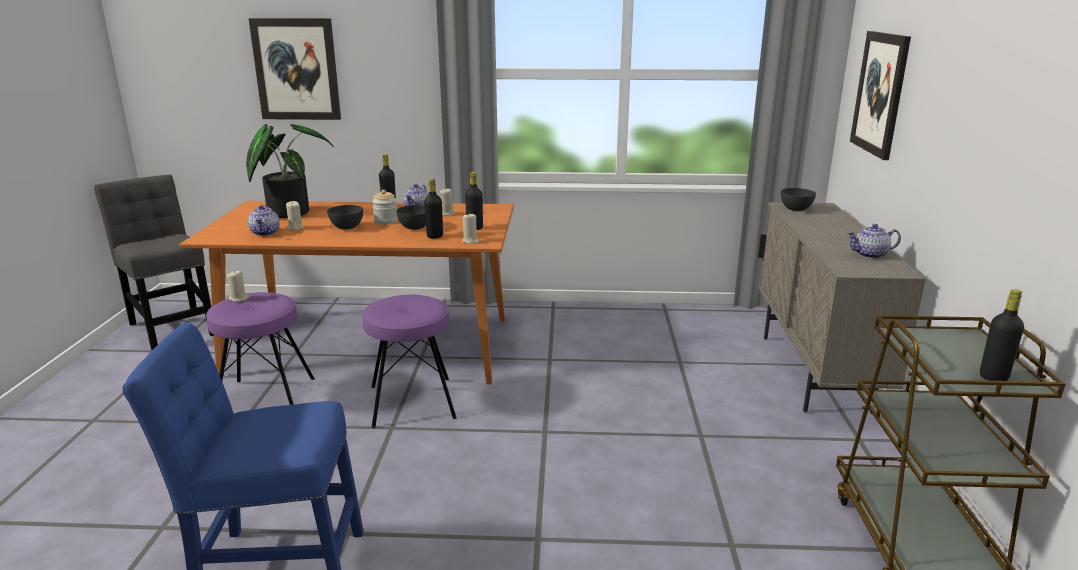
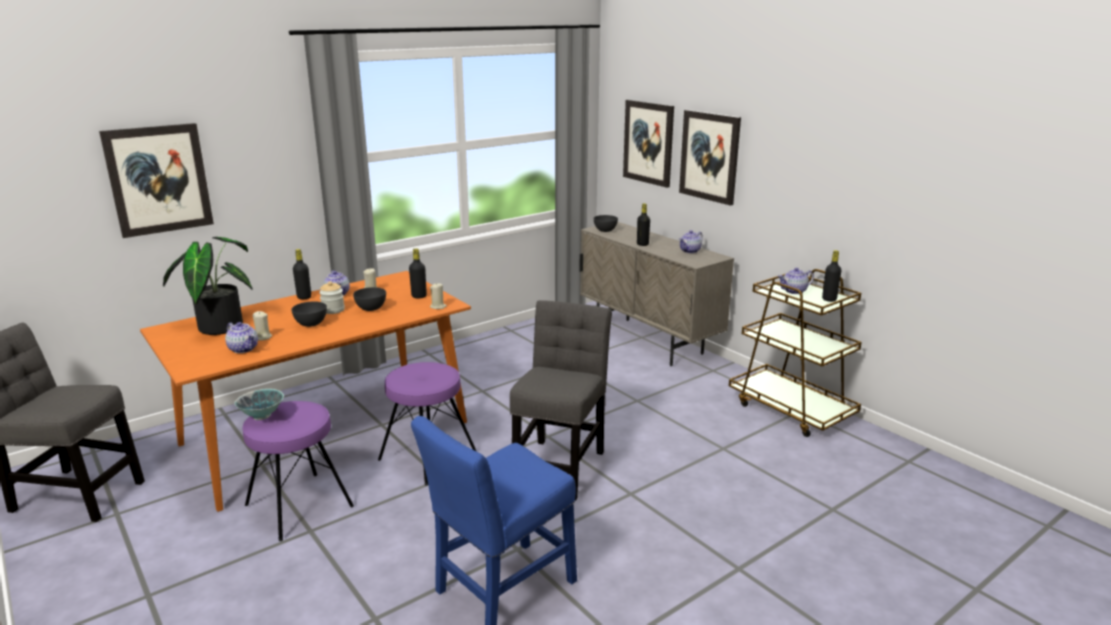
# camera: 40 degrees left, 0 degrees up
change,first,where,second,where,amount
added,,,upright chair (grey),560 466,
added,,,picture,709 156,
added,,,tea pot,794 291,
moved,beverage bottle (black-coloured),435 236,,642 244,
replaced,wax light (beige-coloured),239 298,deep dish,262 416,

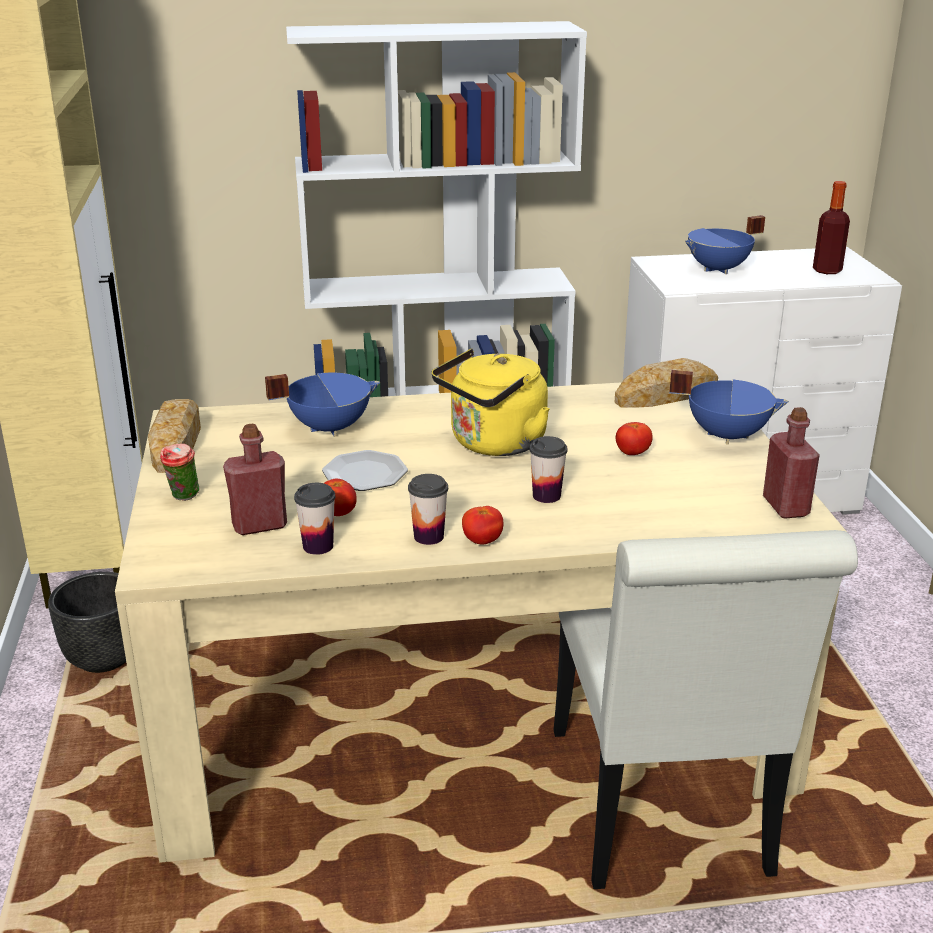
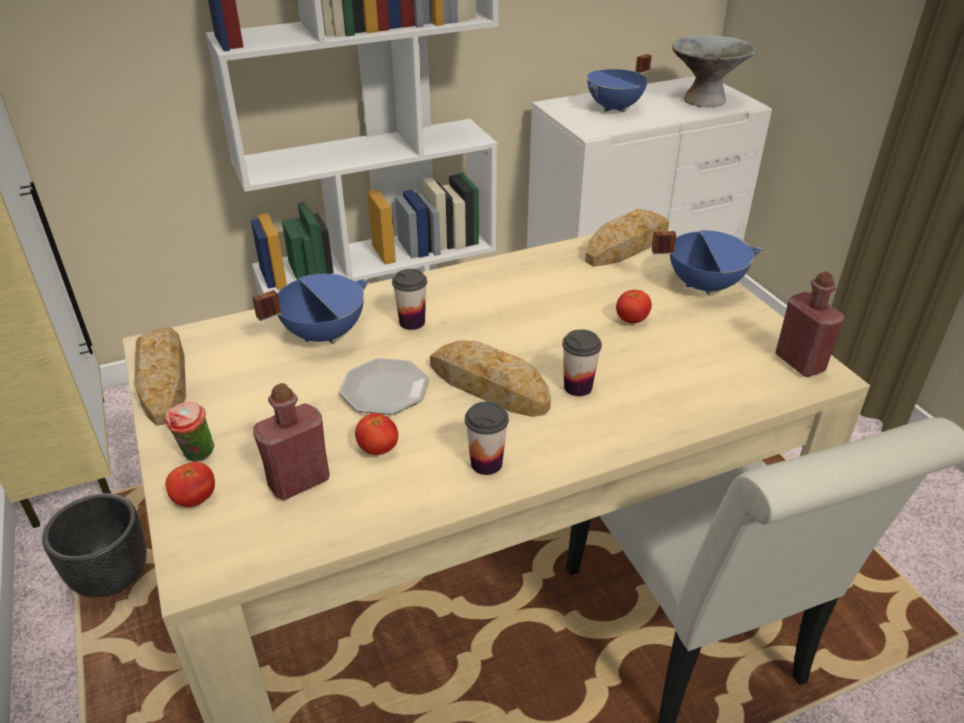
# camera: 15 degrees left, 10 degrees up
change,first,where,second,where,amount
removed,tea kettle (yellow-coloured),494 444,,,
added,,,bakery bread,489 386,
moved,small cup,318 546,,412 322,
moved,tomato,482 541,,195 499,
replaced,beverage bottle,827 270,deep dish (grey),704 100,

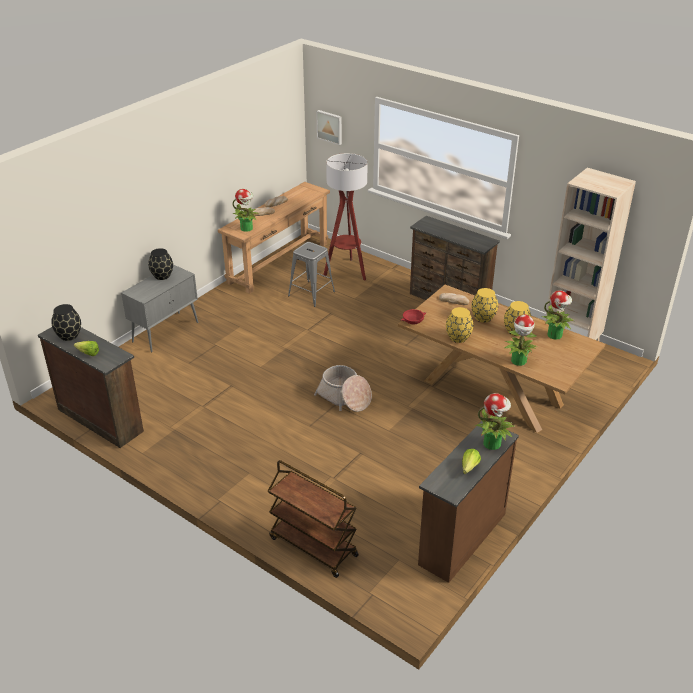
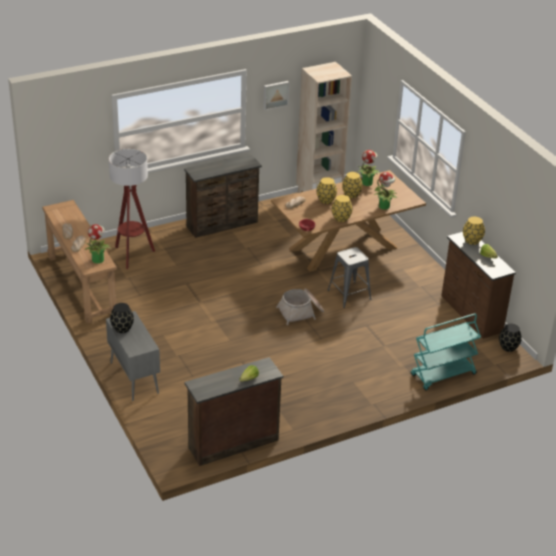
# camera: 65 degrees left, 0 degrees up
change,first,where,second,where,amount
moved,decorative vase (black-coloured),69 336,,508 347,
moved,stool seat (grey),311 294,,349 294,
moved,picture,330 127,,275 94,
replaced,potted plant,492 443,decorative vase (yellow-coloured),471 241,
recoloured,cart (brown-coloured),312 546,cart (blue-green),443 375,

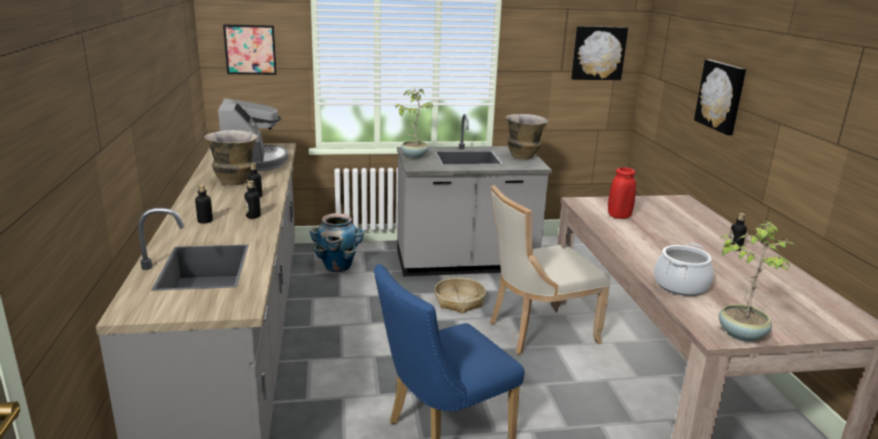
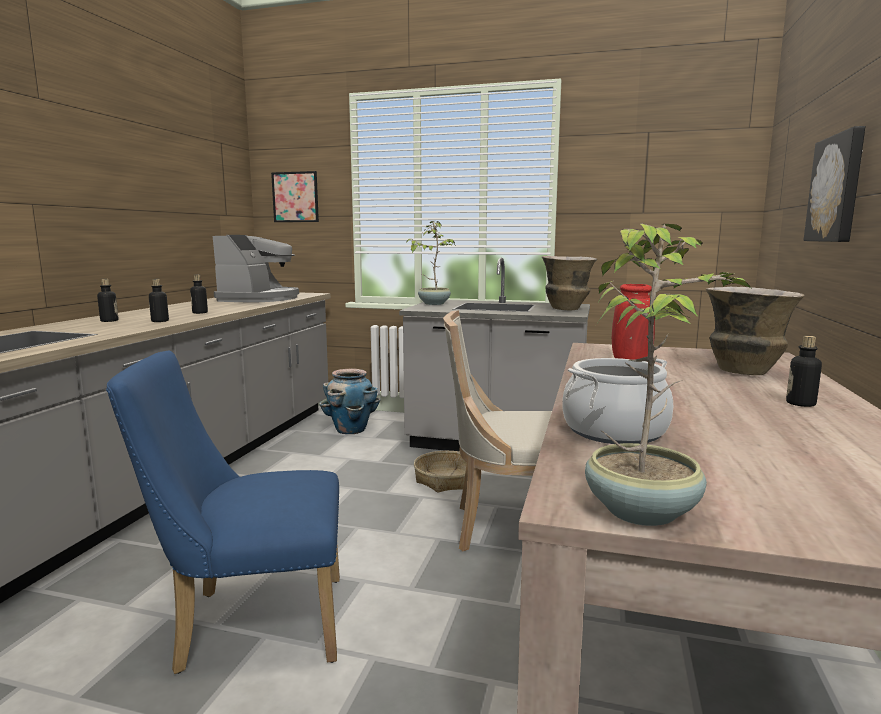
# camera: 25 degrees right, 10 degrees down
change,first,where,second,where,amount
removed,picture,598 53,,,
moved,decorative vase,235 182,,744 371,

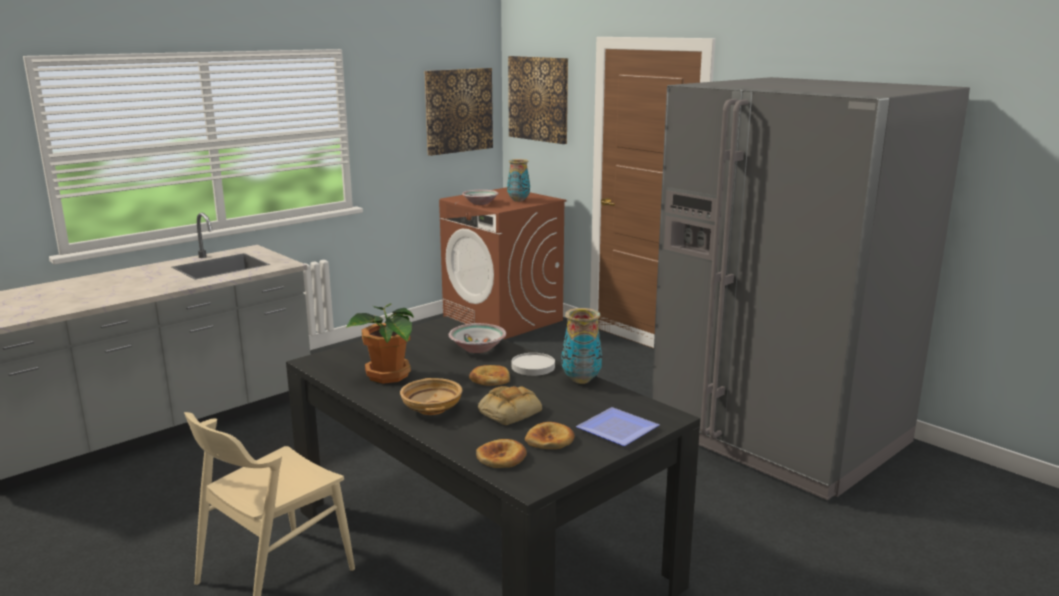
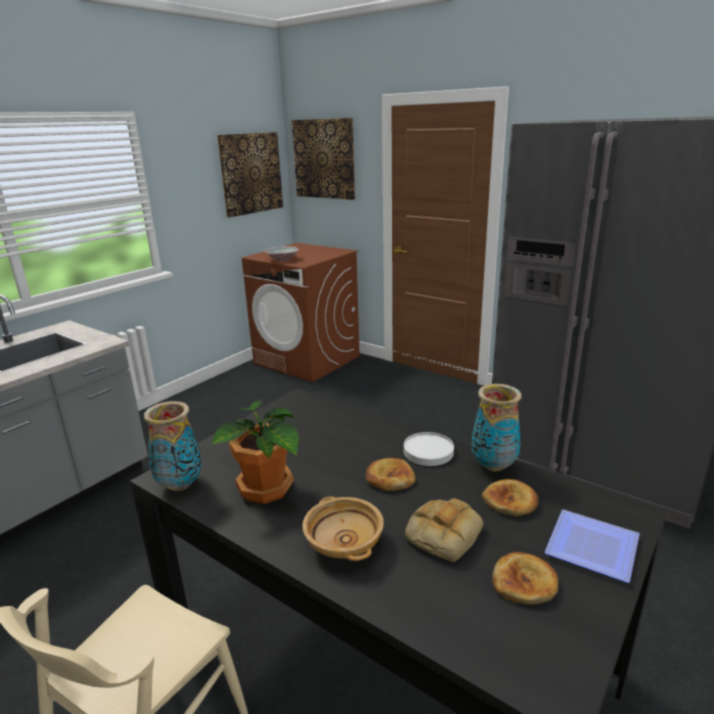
# camera: 10 degrees left, 5 degrees up
change,first,where,second,where,amount
removed,deep dish,477 348,,,
moved,bakery bread,501 458,,510 501,
moved,decorative vase,518 200,,180 485,

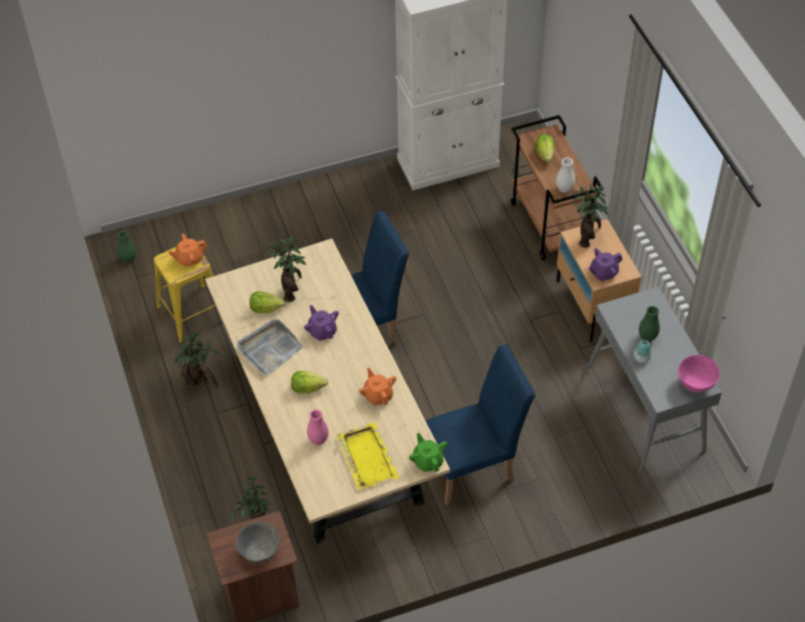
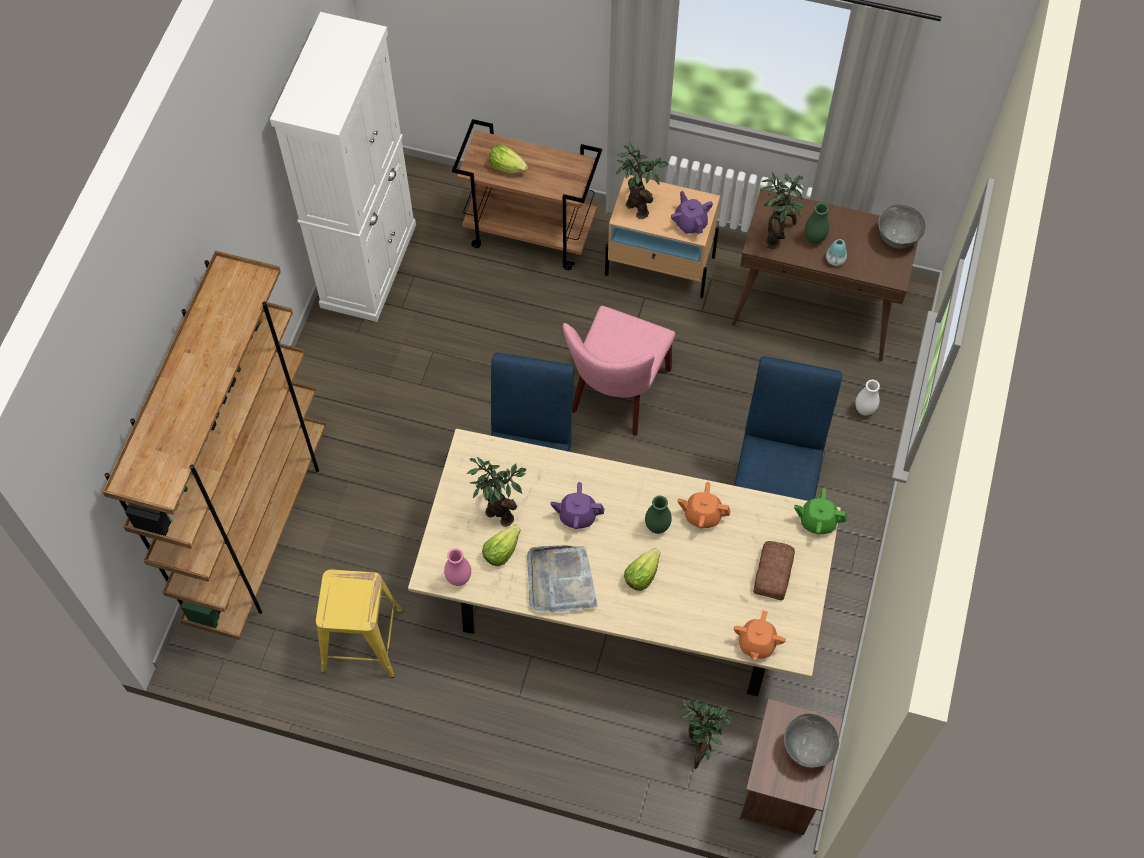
# camera: 55 degrees left, 10 degrees up
change,first,where,second,where,amount
added,,,shelving unit (brown-coloured),259 531,
added,,,upright chair (pink),617 395,
moved,decorative vase (green-coloured),128 259,,657 526,
moved,tea pot (orange-coloured),189 259,,756 643,
moved,potted plant,199 383,,777 236,
moved,decorative vase (pink),318 440,,459 578,
moved,decorative vase (white-coloured),564 189,,864 410,
replaced,tray (yellow-coloured),367 457,bakery bread,772 573,
recoloured,console table (grey),645 411,console table (brown-coloured),816 309,
recoloured,deep dish (pink),695 384,deep dish (grey),897 238,
turned,tea pot (purple-coloured),603 273,,690 223,150 degrees clockwise

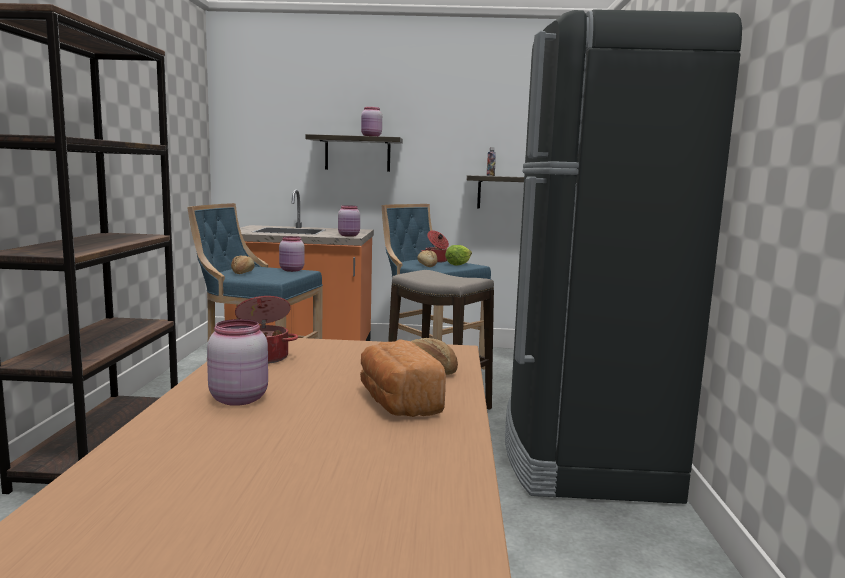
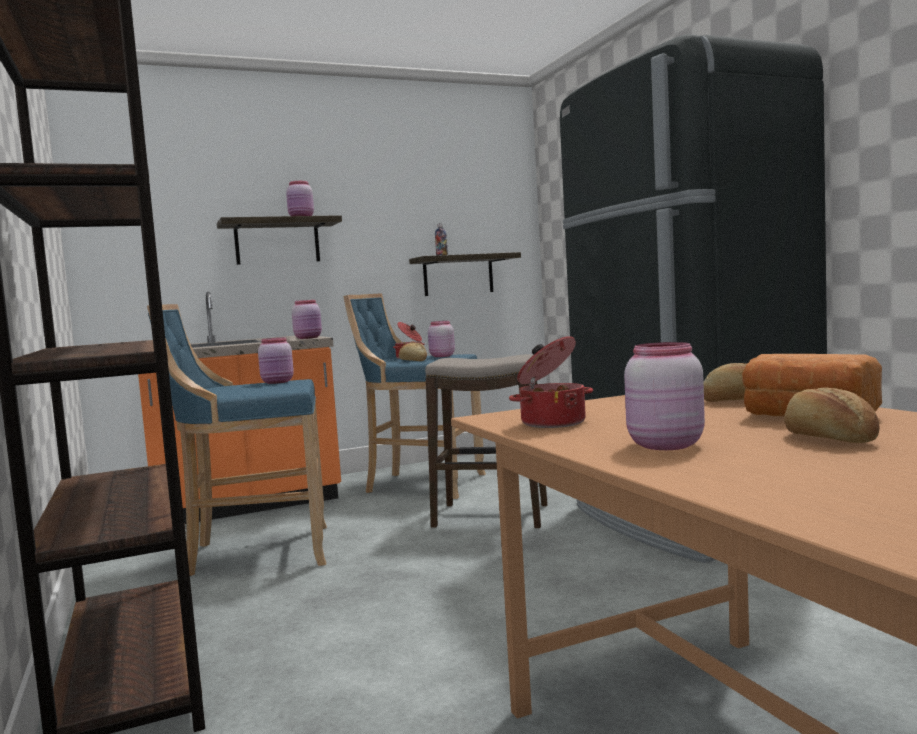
# camera: 25 degrees left, 5 degrees down
change,first,where,second,where,amount
moved,bakery bread,242 273,,828 439,
replaced,head of lettuce,458 264,jar (pink),441 356,

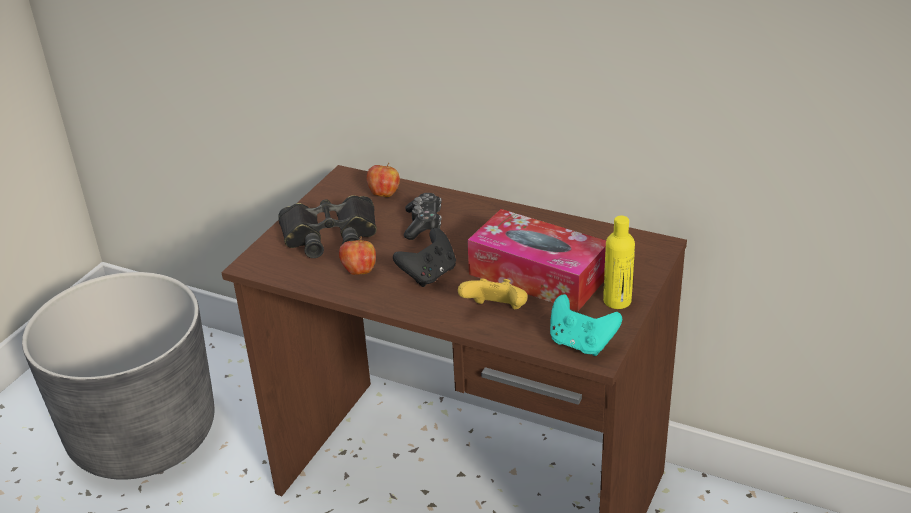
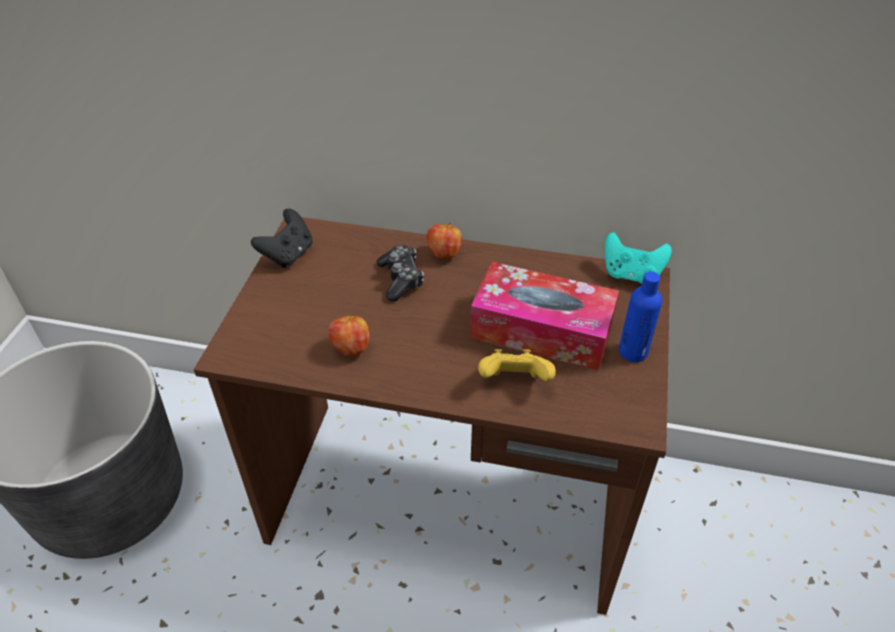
# camera: 15 degrees left, 10 degrees up
change,first,where,second,where,amount
removed,pair of binoculars (black-coloured),330 235,,,
moved,apple fruit,384 194,,444 254,
moved,game controller (black-coloured),429 275,,288 254,
moved,game controller (blue-green),581 343,,631 275,
recoloured,beverage bottle (yellow-coloured),617 301,beverage bottle (bluish),633 352,

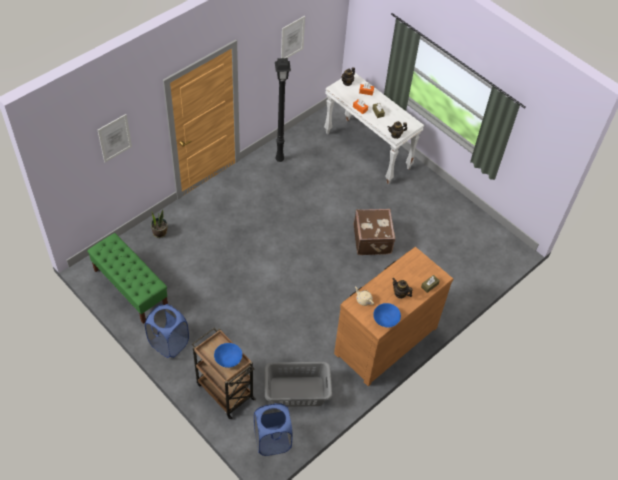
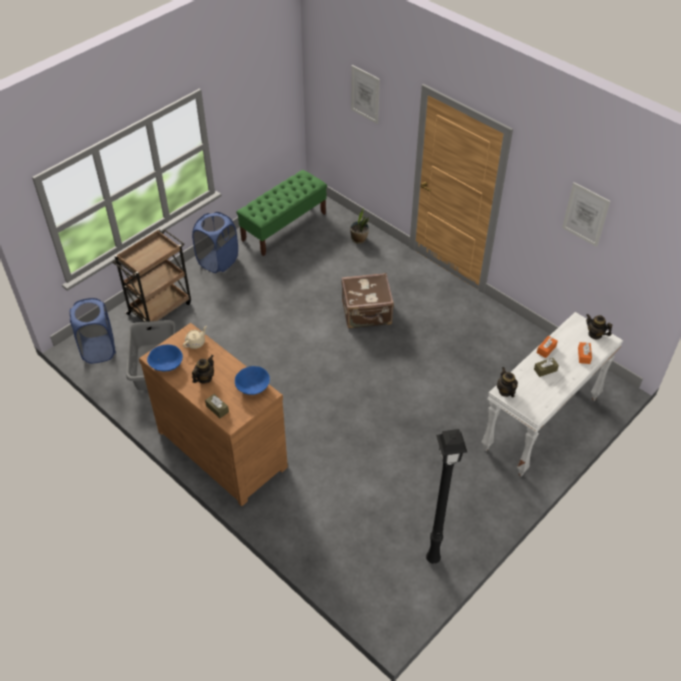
# camera: 90 degrees right, 5 degrees down
change,first,where,second,where,amount
moved,deep dish (bluish),228 359,,253 387,
moved,standing lamp (black-coloured),279 159,,433 557,
moved,piece of luggage (brown-coloured),373 240,,367 313,

